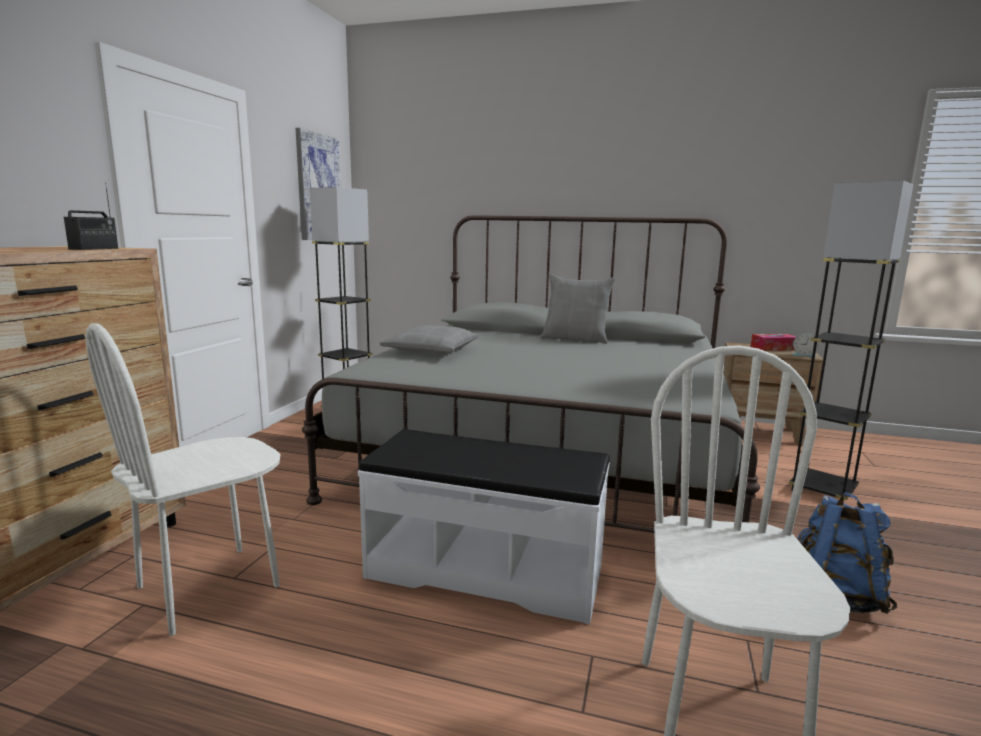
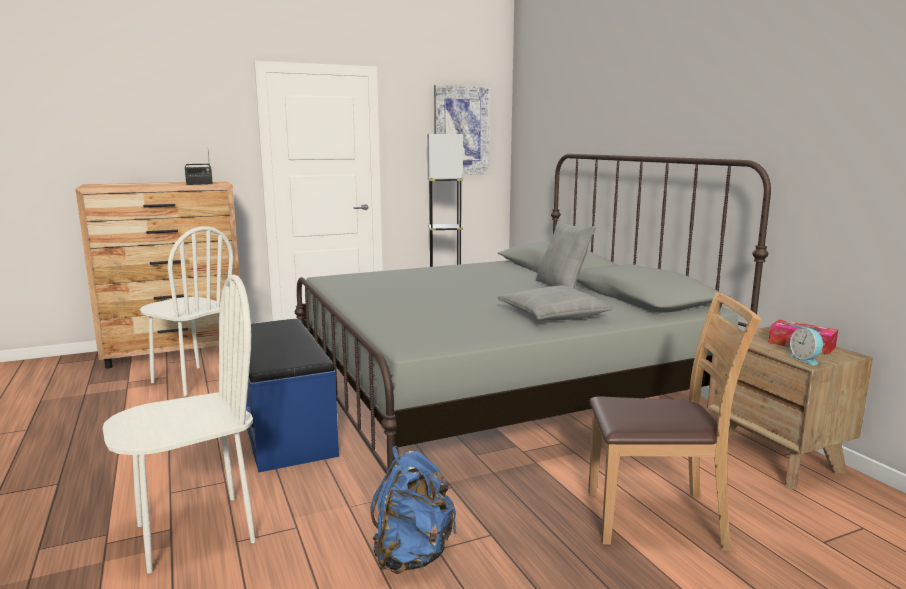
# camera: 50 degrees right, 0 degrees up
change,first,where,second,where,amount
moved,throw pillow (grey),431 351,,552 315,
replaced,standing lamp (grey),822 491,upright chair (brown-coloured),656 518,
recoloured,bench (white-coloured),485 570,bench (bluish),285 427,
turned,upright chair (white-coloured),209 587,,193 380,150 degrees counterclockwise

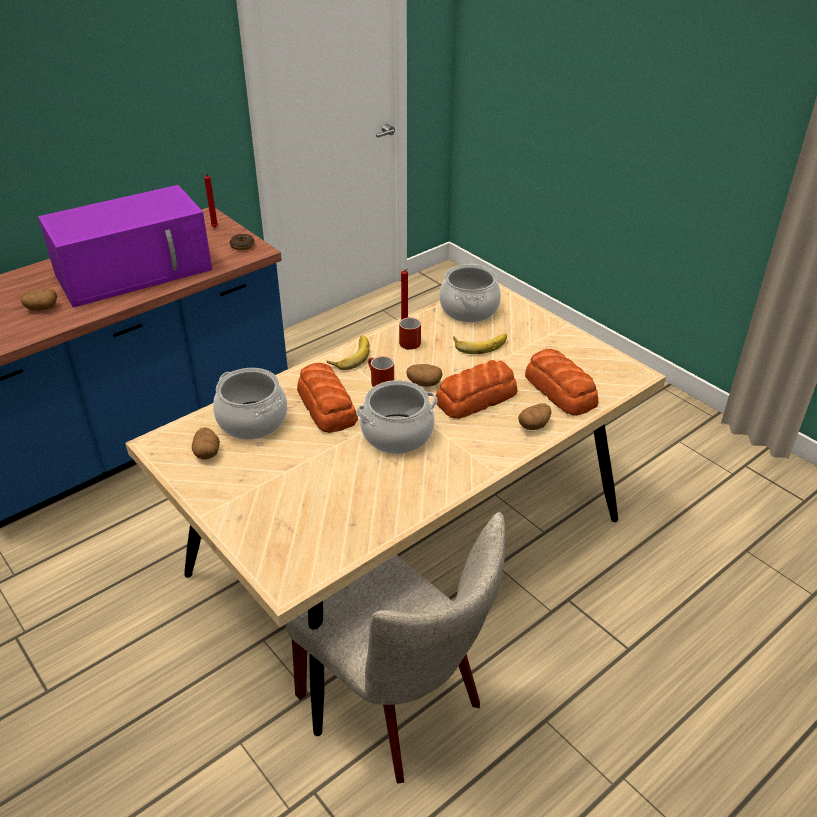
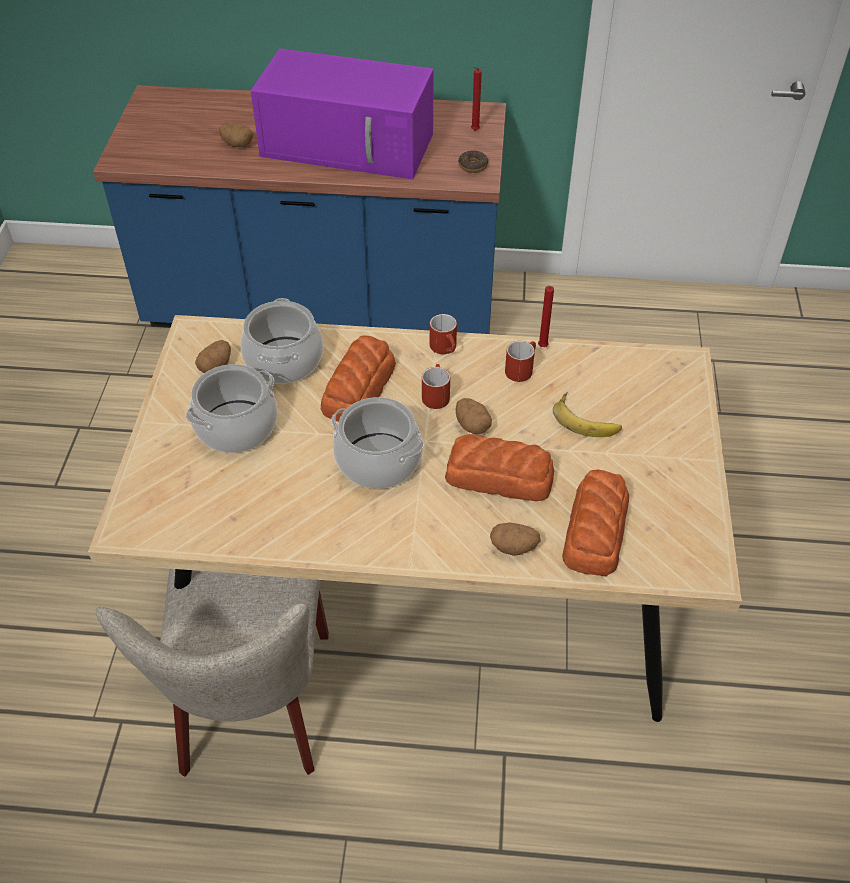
# camera: 45 degrees right, 10 degrees up
change,first,where,second,where,amount
moved,cooking pot,468 309,,236 426,
replaced,banana fruit,350 355,mug (red-coloured),446 348,

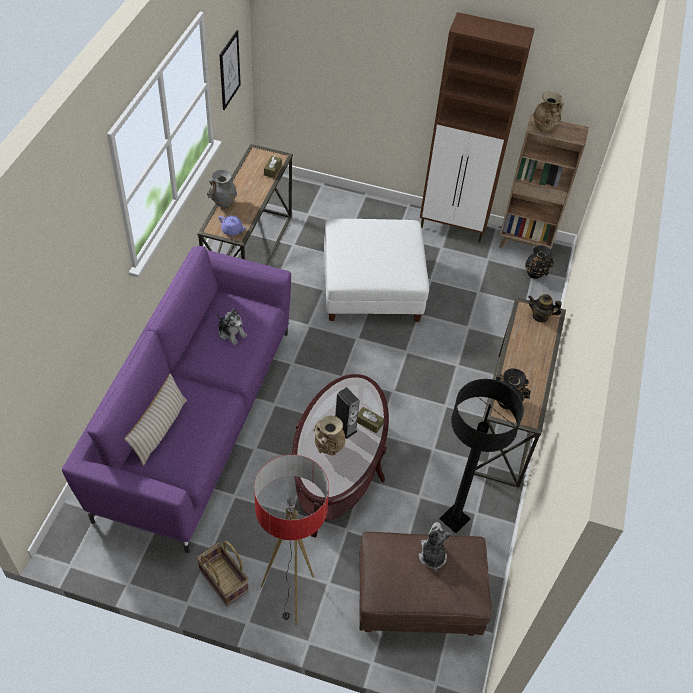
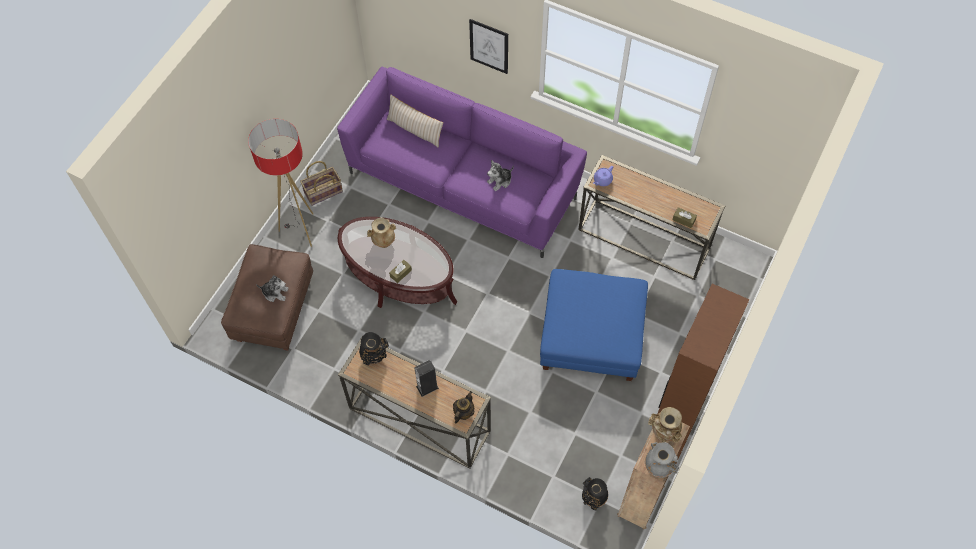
# camera: 105 degrees right, 10 degrees up
change,first,where,second,where,amount
removed,standing lamp (black-coloured),454 519,,,
moved,decorative vase (grey),223 203,,658 466,
moved,picture,229 70,,489 46,
moved,audio speaker,345 428,,427 387,
recoloured,footrest (white-coloured),372 287,footrest (bluish),590 336,

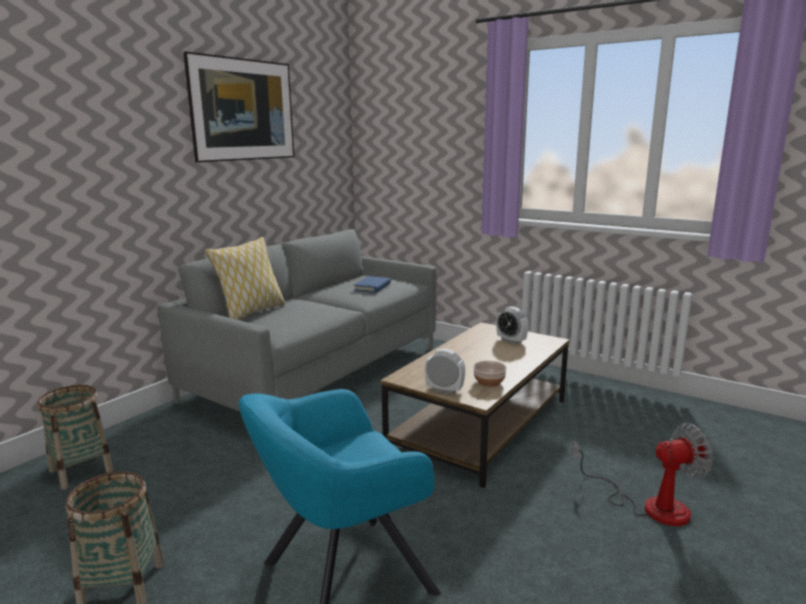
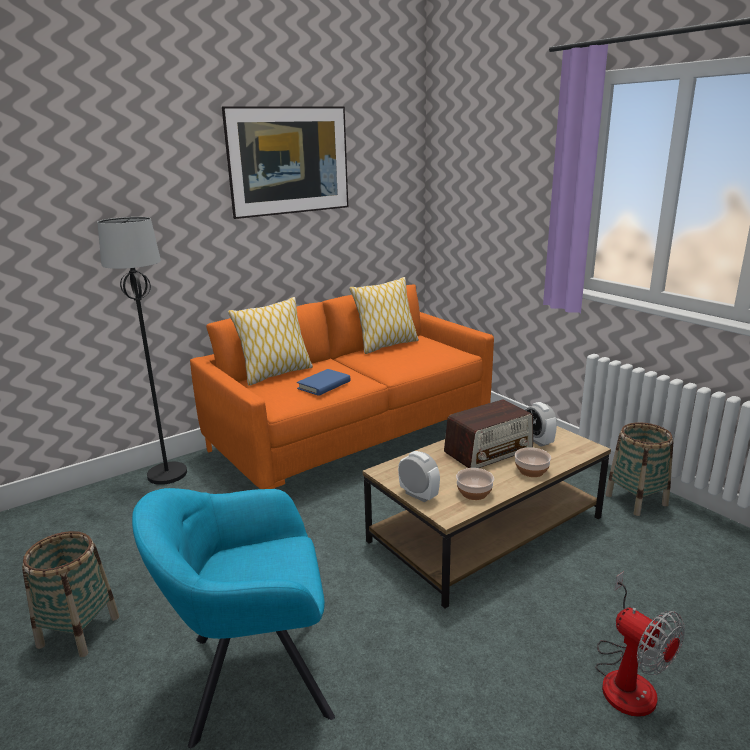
# camera: 20 degrees right, 5 degrees up
change,first,where,second,where,amount
added,,,standing lamp (black-coloured),167 474,
added,,,throw pillow,386 345,
added,,,radio receiver,489 451,
added,,,deep dish,531 470,
moved,household basket,81 471,,636 500,
moved,book (bluish),372 287,,324 385,
recoloured,couch (grey),318 372,couch (orange-coloured),351 437,
turned,electric fan,650 505,,627 677,45 degrees clockwise

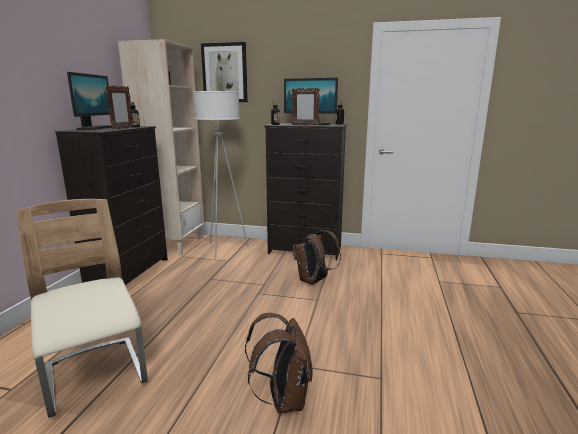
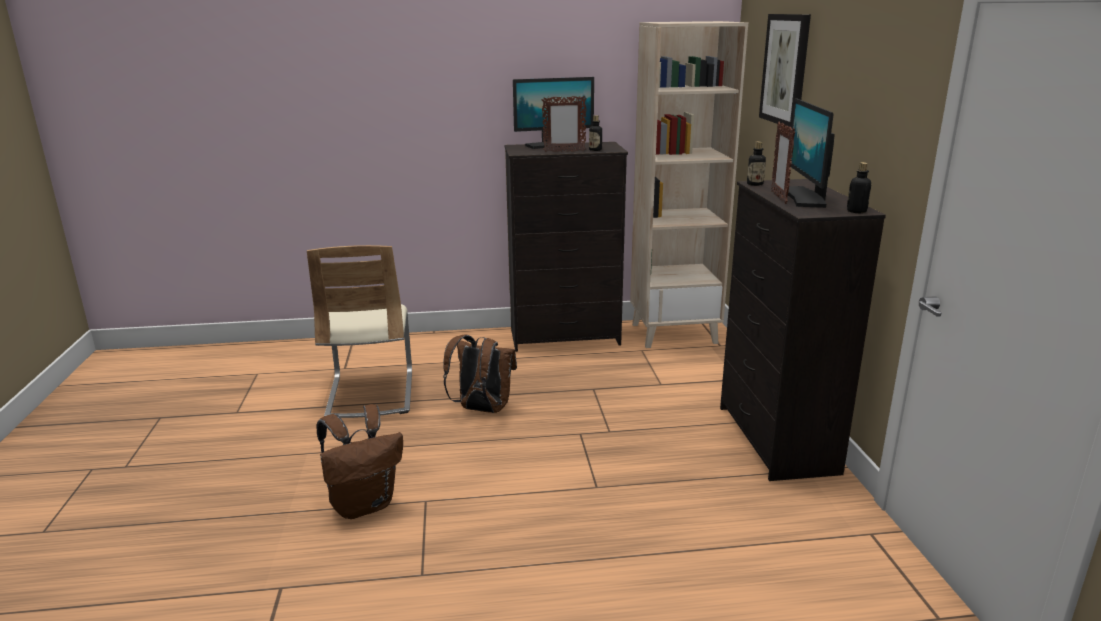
# camera: 70 degrees right, 5 degrees up
change,first,where,second,where,amount
removed,standing lamp (white-coloured),224 250,,,
moved,backpack (brown-coloured),314 281,,482 409,
turned,upright chair (beige-coloured),95 376,,370 394,135 degrees clockwise

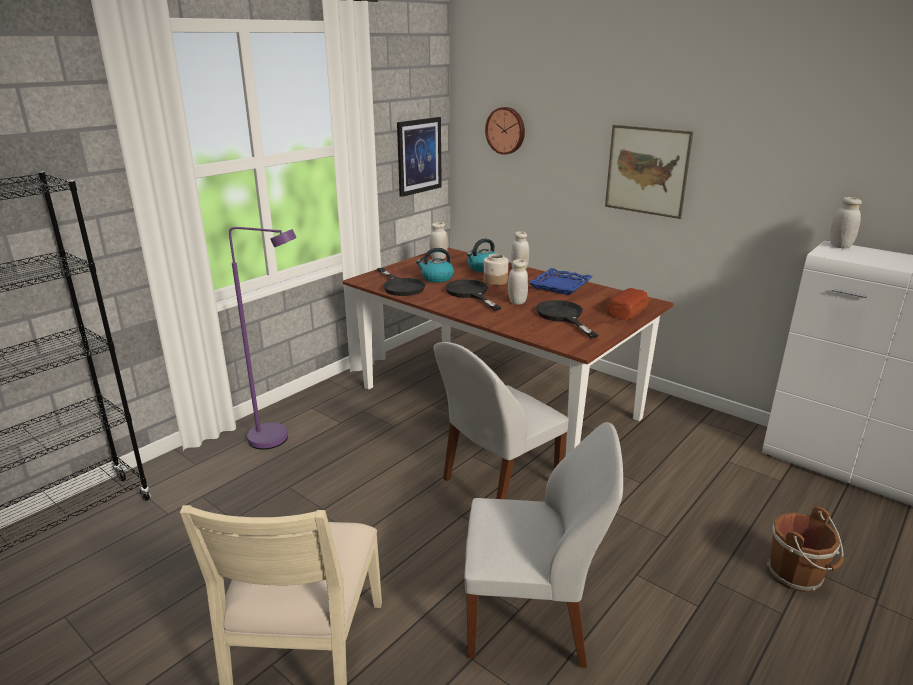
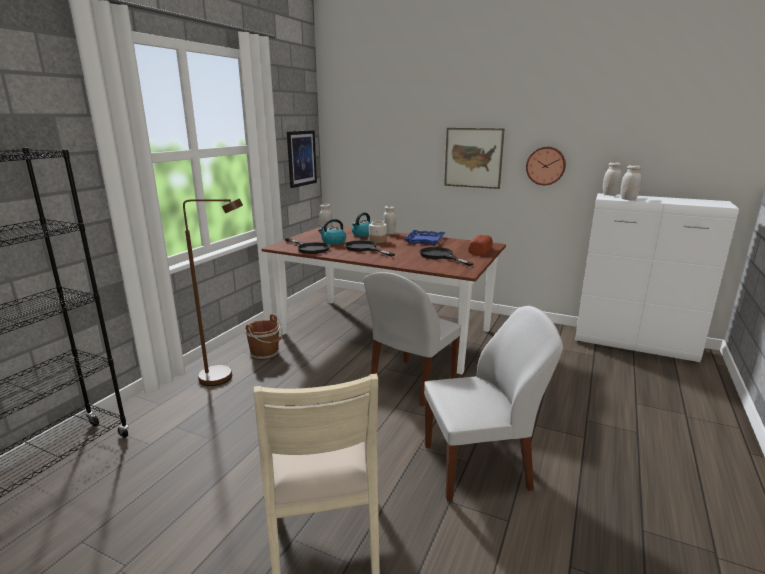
# camera: 15 degrees left, 5 degrees down
change,first,where,second,where,amount
moved,wall clock,506 130,,545 165,
moved,jar (white-coloured),517 302,,628 199,
moved,water bucket (brown-coloured),797 575,,266 354,
recoloured,standing lamp (purple-coloured),278 440,standing lamp (brown-coloured),225 377,

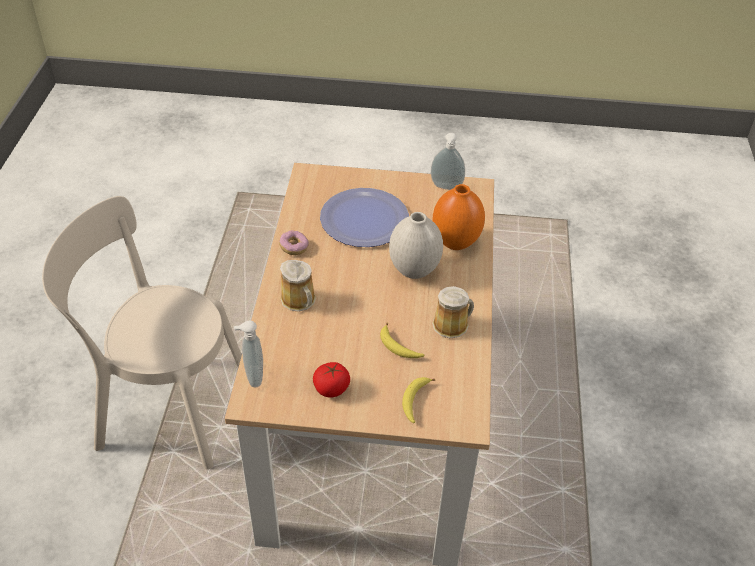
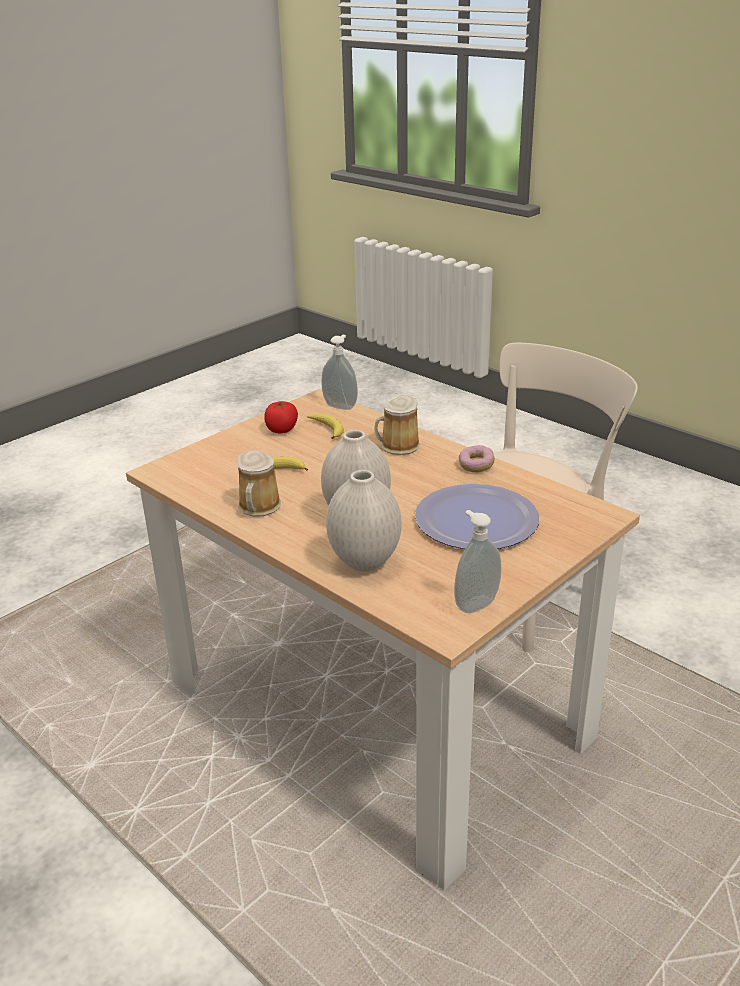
# camera: 130 degrees right, 15 degrees down
change,first,where,second,where,amount
moved,banana fruit,415 401,,327 429,
recoloured,decorative vase (orange-coloured),455 243,decorative vase (white-coloured),364 562,

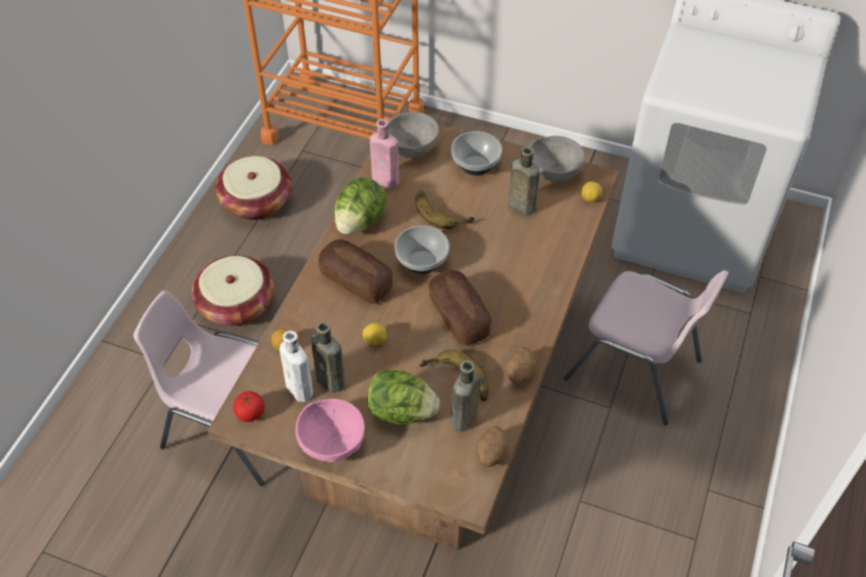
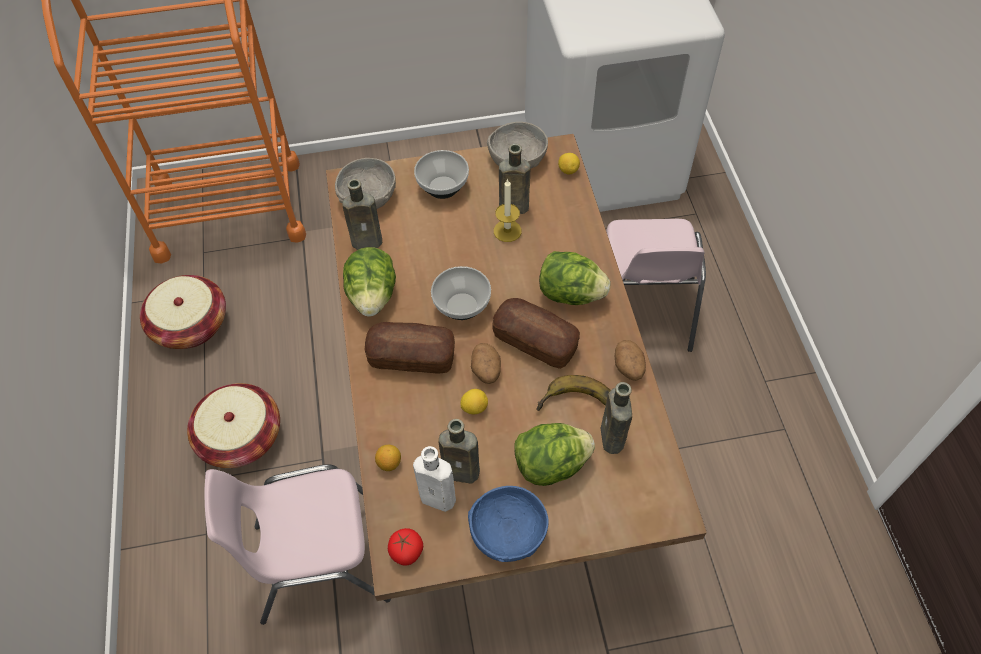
# camera: 30 degrees left, 5 degrees up
change,first,where,second,where,amount
removed,banana fruit,442 210,,,
added,,,wax light,507 231,
added,,,head of lettuce,570 294,
moved,whole potato,491 454,,486 371,
recoloured,deep dish (pink),332 441,deep dish (bluish),508 532,
recoloured,beverage bottle (pink),387 181,beverage bottle (brown-coloured),369 242,
turned,upright chair (pink),635 370,,641 309,90 degrees clockwise

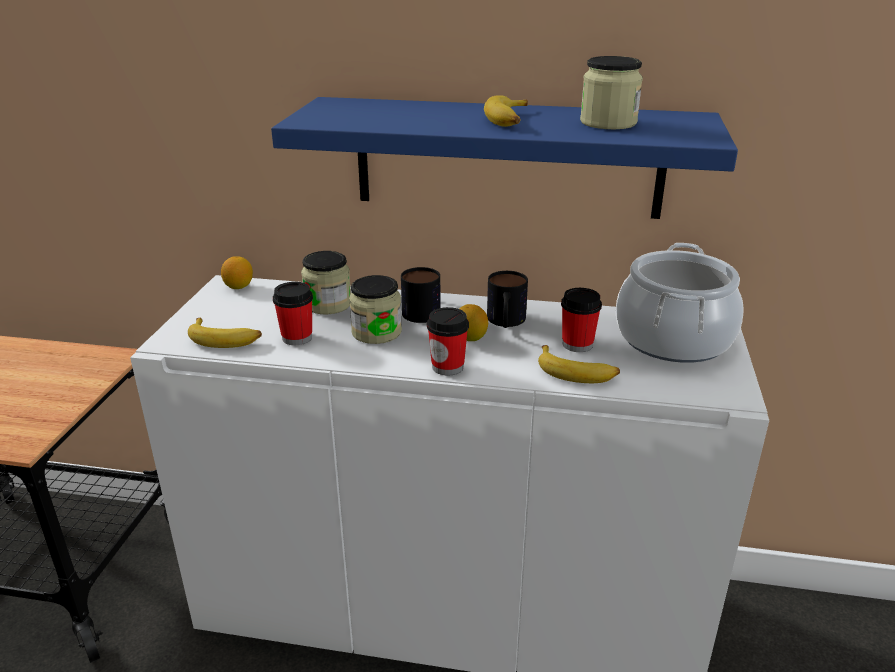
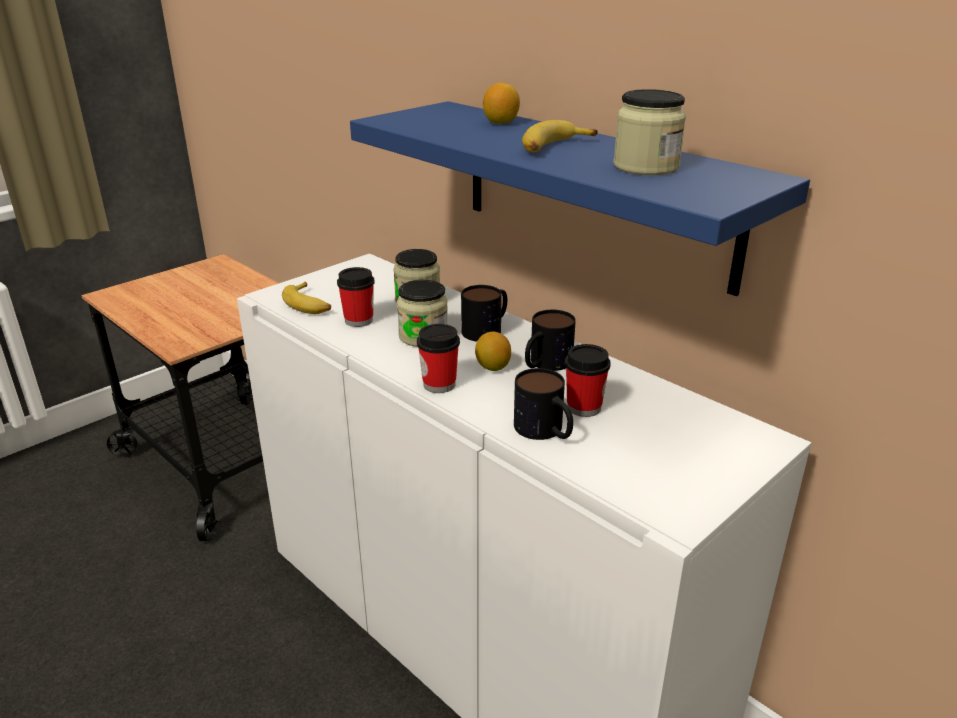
# camera: 35 degrees right, 0 degrees up
change,first,where,second,where,amount
removed,cooking pot,674 339,,,
moved,citrus fruit,239 287,,501 123,
replaced,banana fruit,576 372,mug,545 431,

